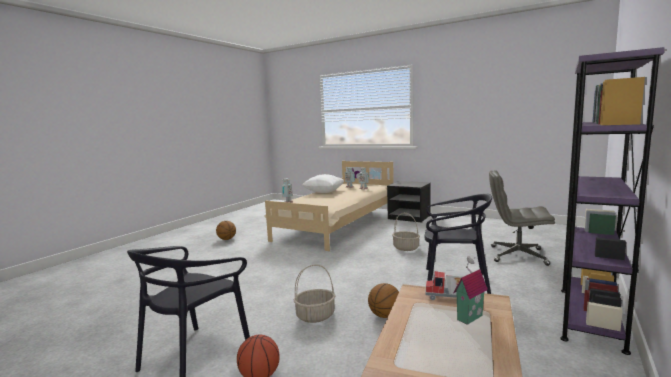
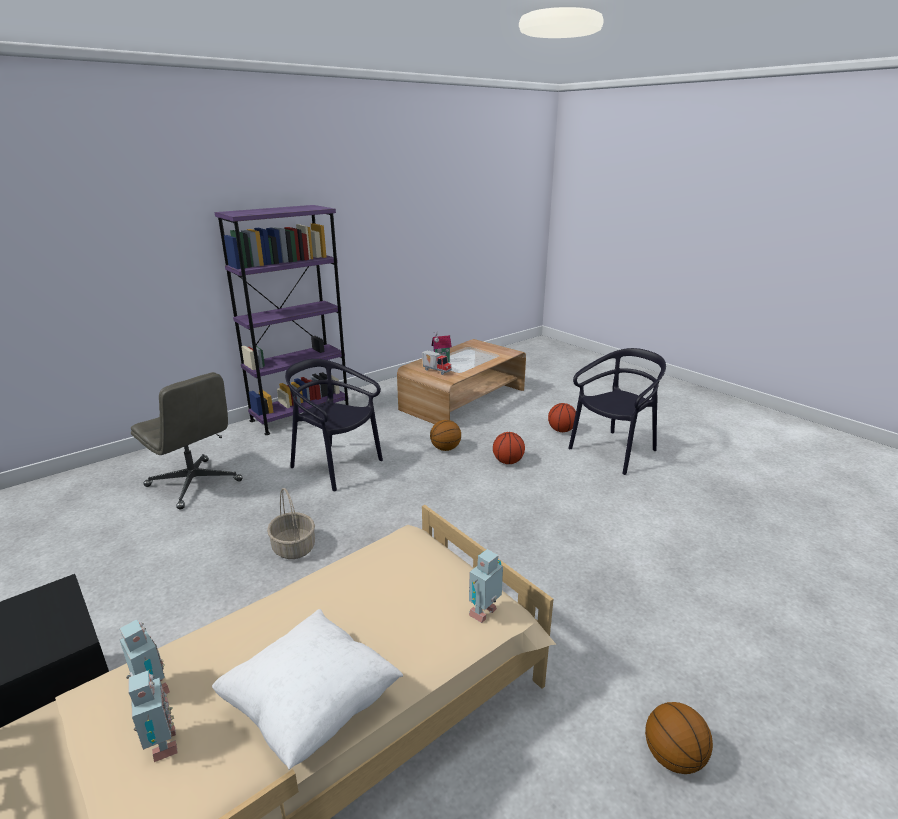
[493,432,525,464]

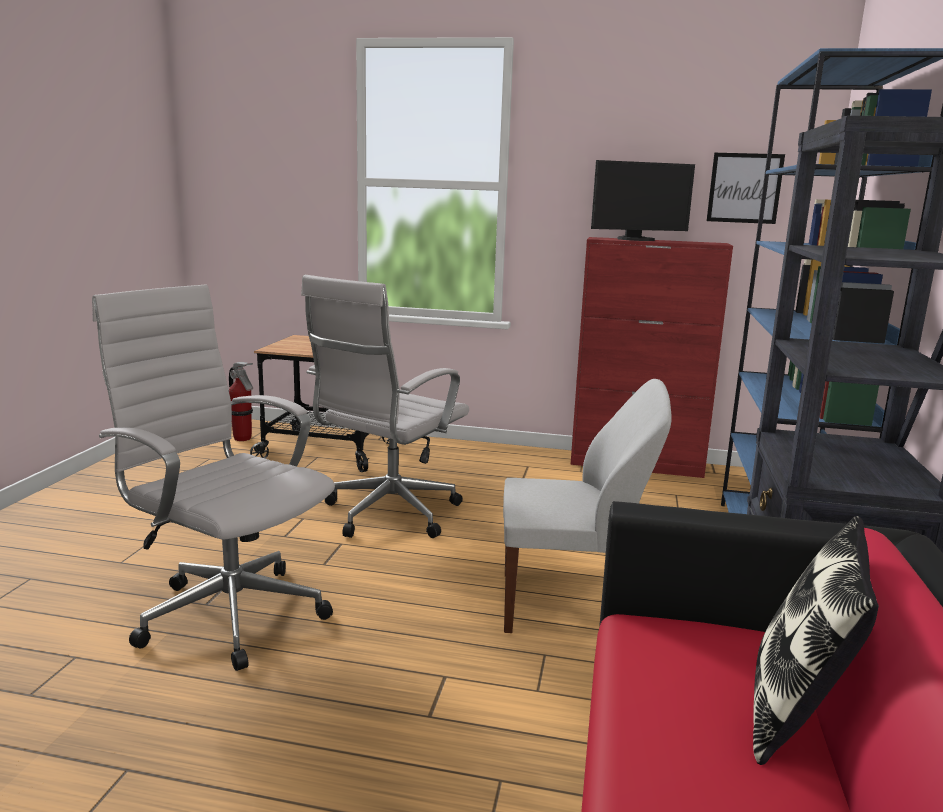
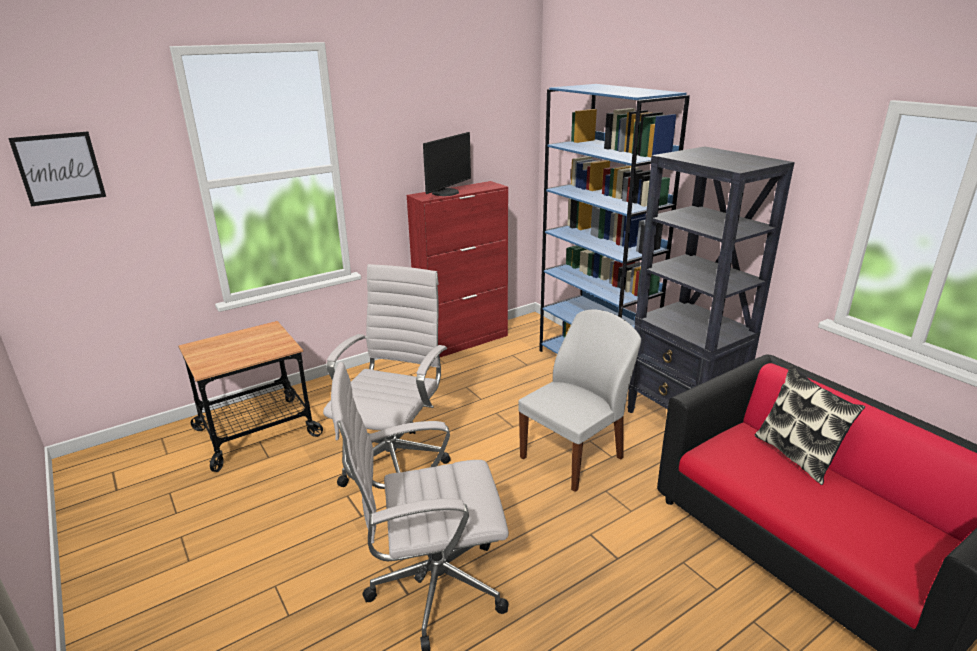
[229,362,253,441] (first image)
[323,264,451,487]
[8,131,106,207]

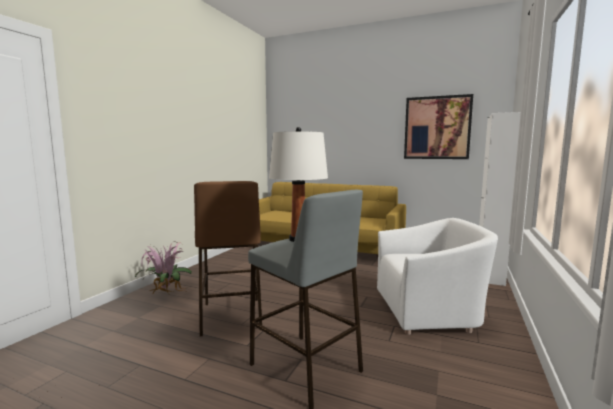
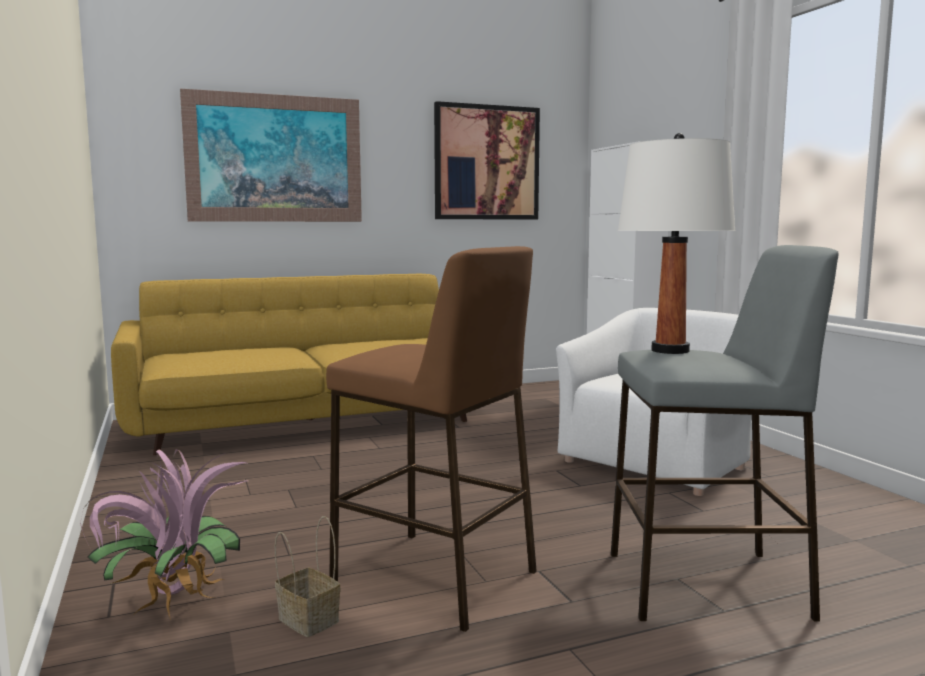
[180,89,362,222]
[275,516,340,637]

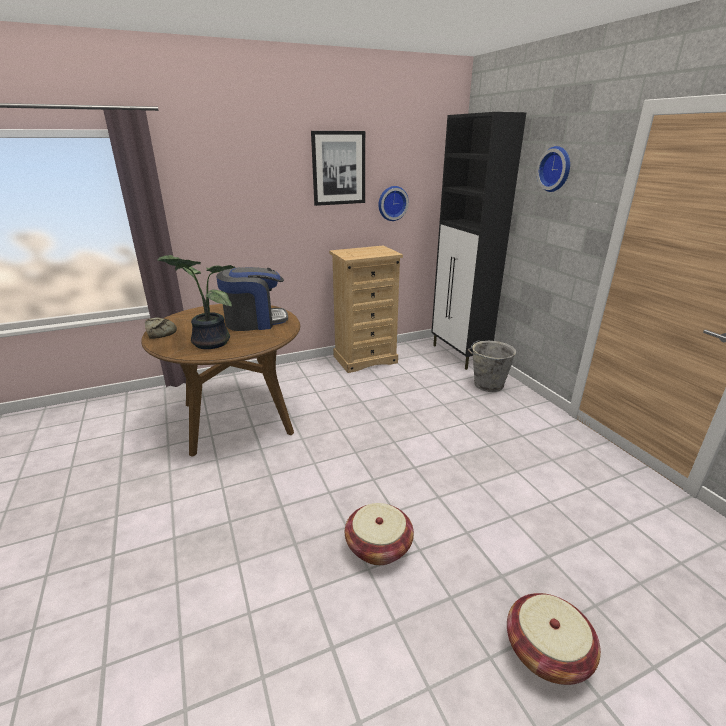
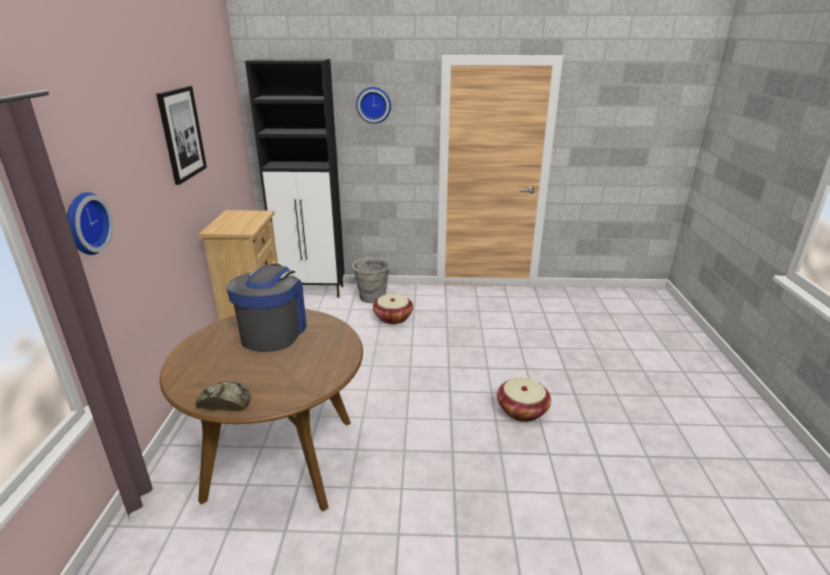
[158,255,237,349] (first image)
[67,192,113,255]
[373,294,413,324]

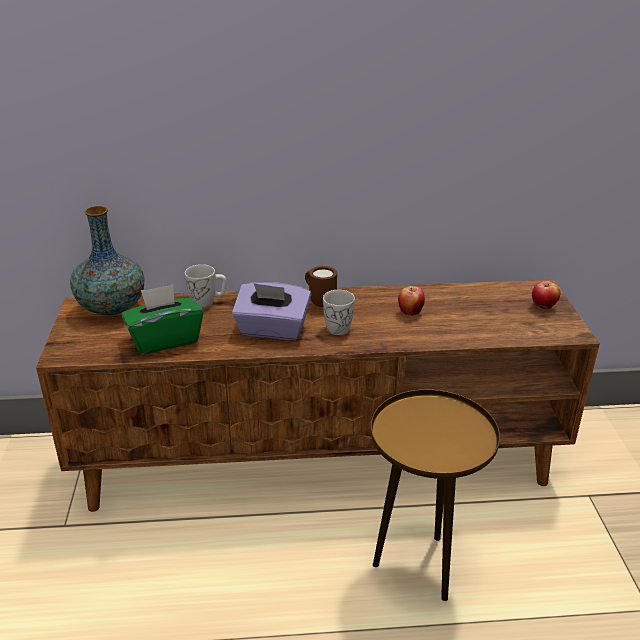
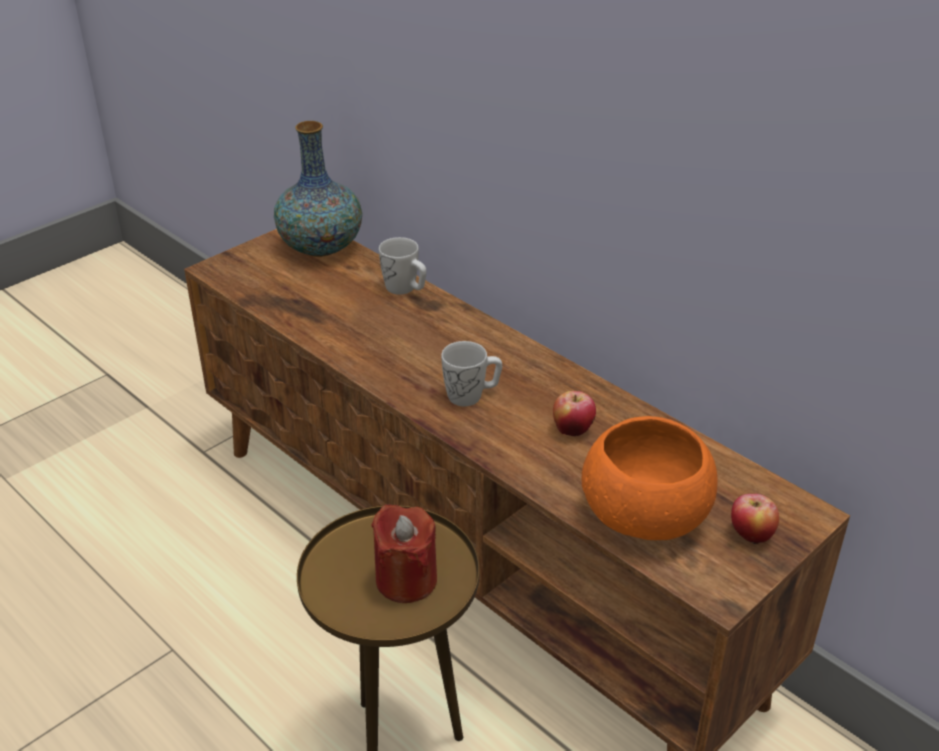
[121,285,203,355] (first image)
[232,282,311,340] (first image)
[305,266,337,307] (first image)
[371,504,437,603]
[582,416,717,540]

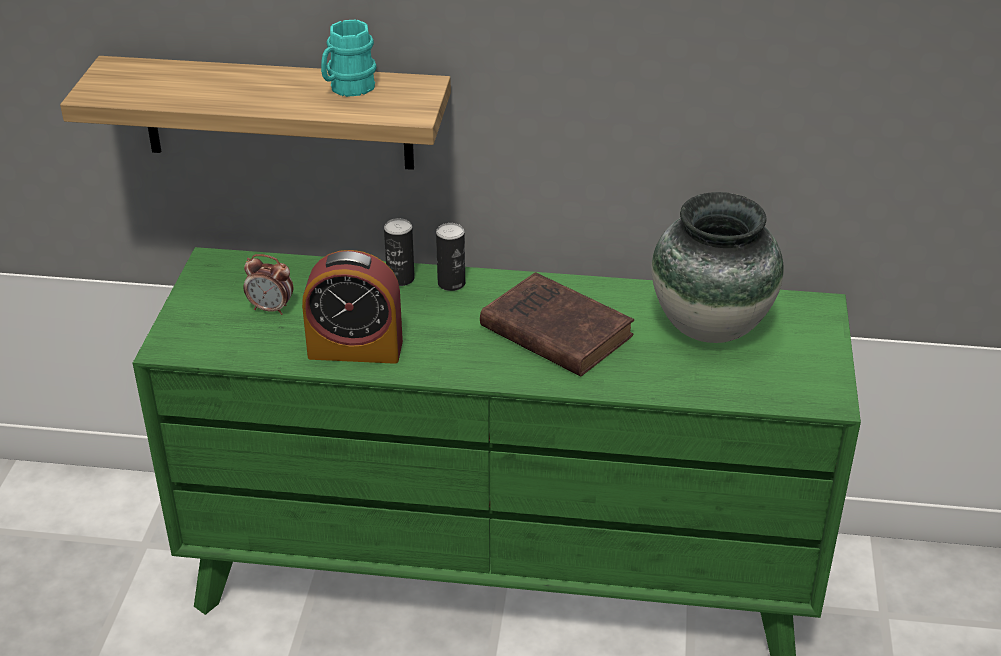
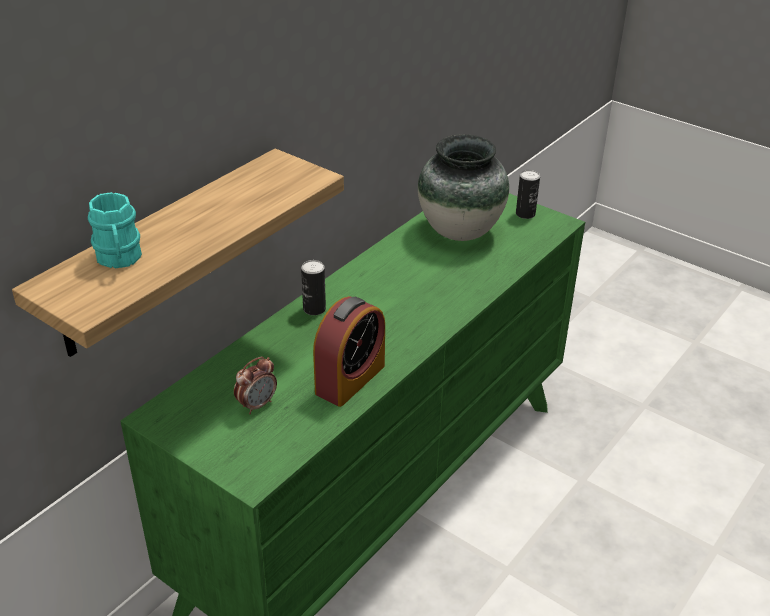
[88,192,142,268]
[516,170,540,219]
[480,272,634,377] (first image)

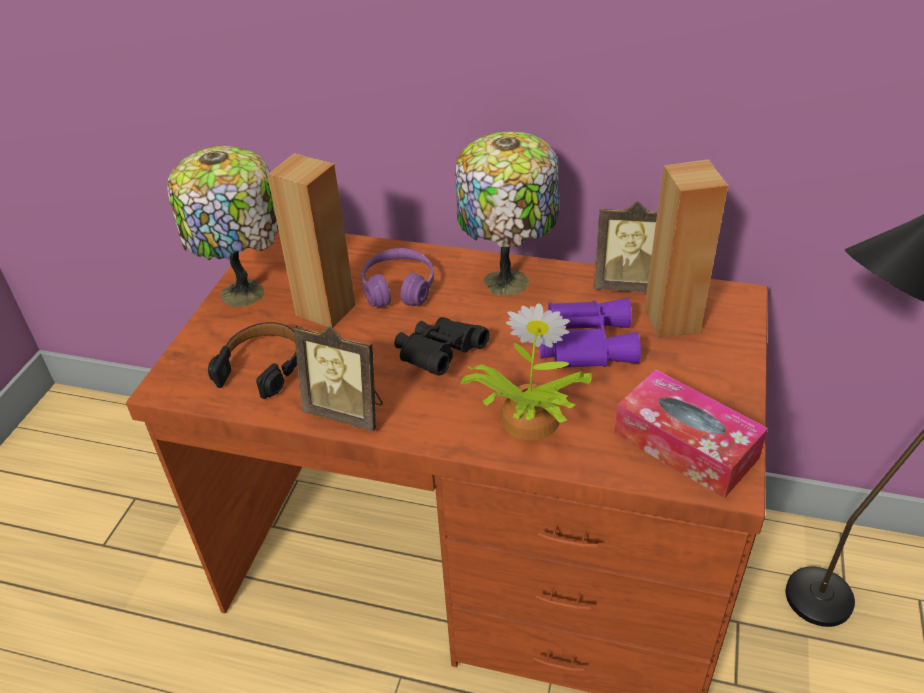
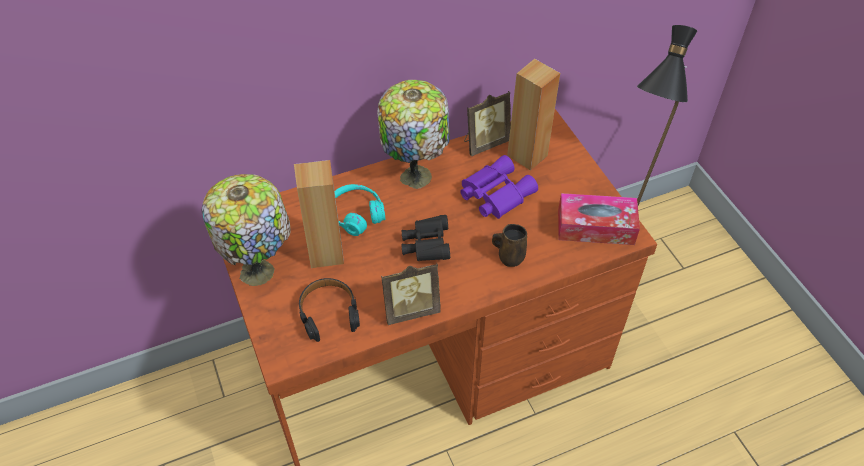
[335,184,385,236]
[492,224,527,267]

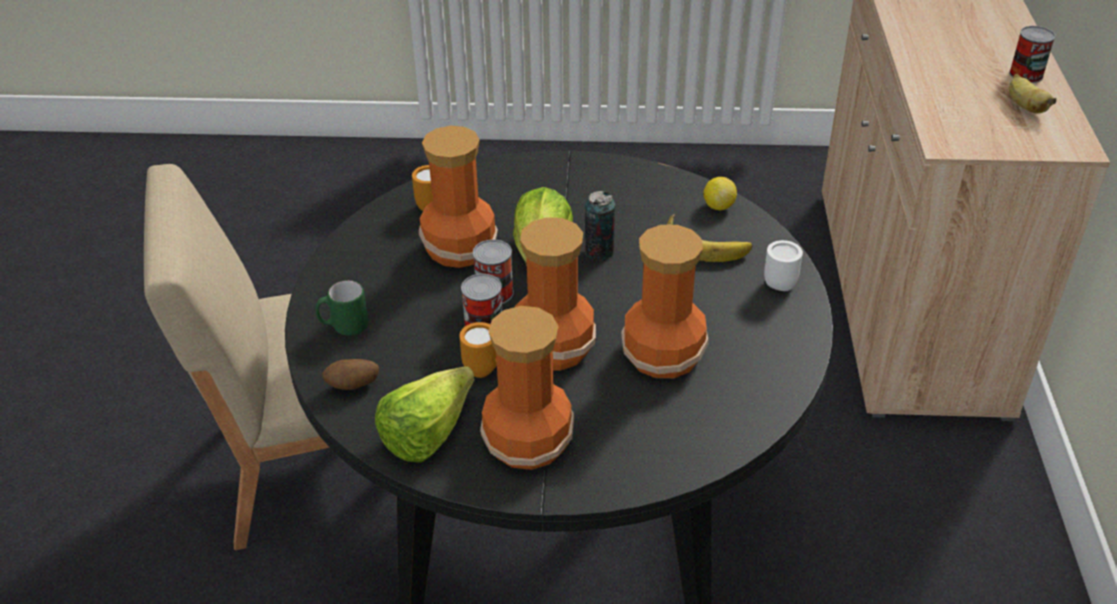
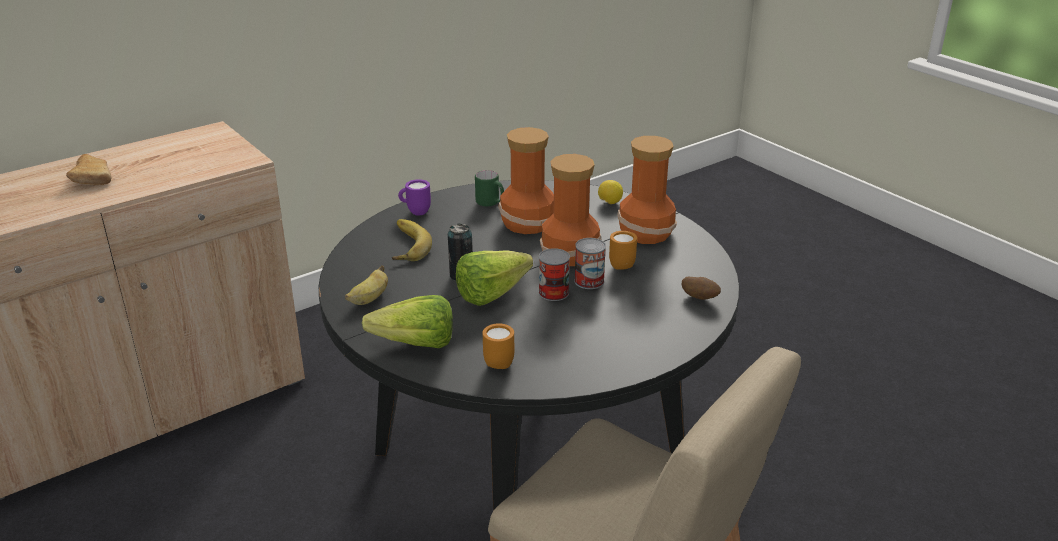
[475,170,504,206]
[362,295,453,348]
[419,126,498,268] (first image)
[598,180,623,204]
[398,179,431,216]
[1009,26,1055,83] (first image)
[345,265,388,305]
[66,154,111,185]

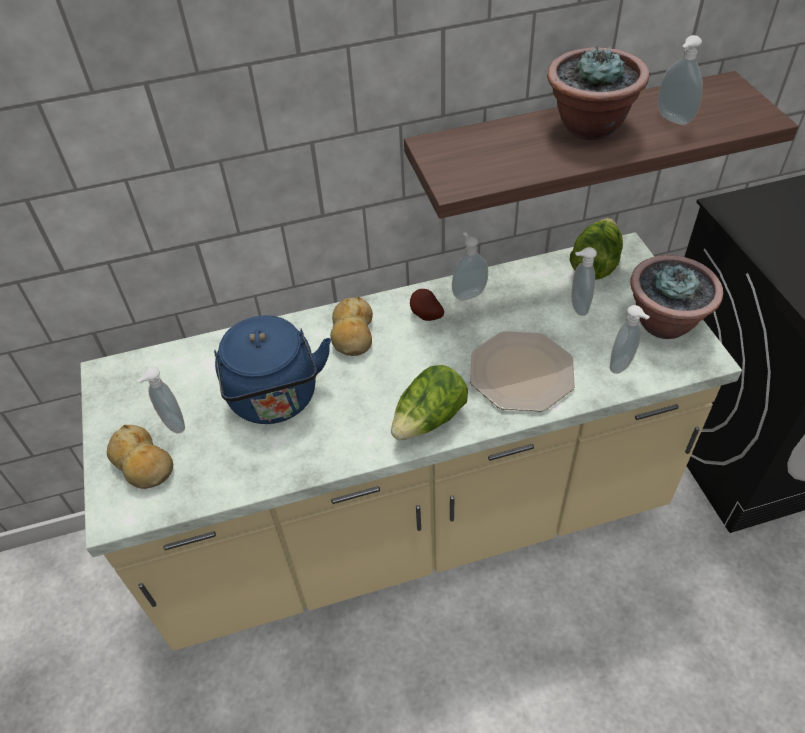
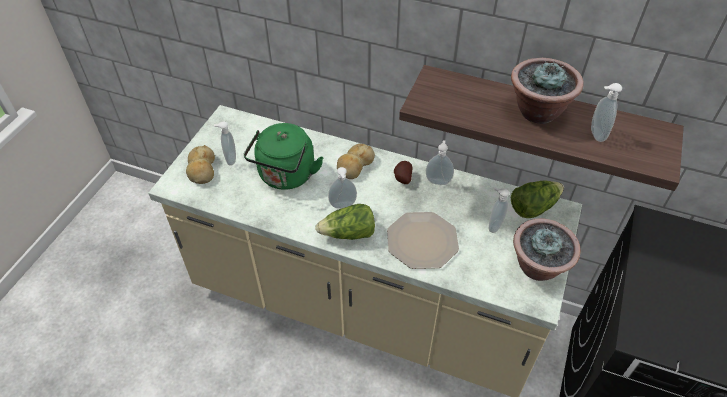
[244,123,324,190]
[328,167,357,208]

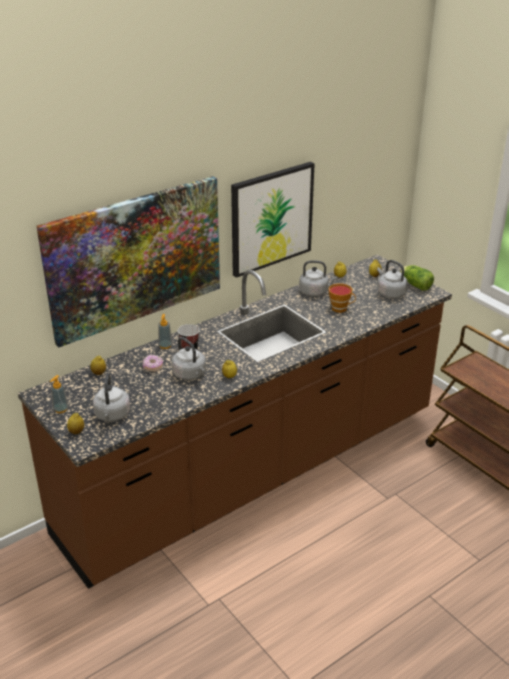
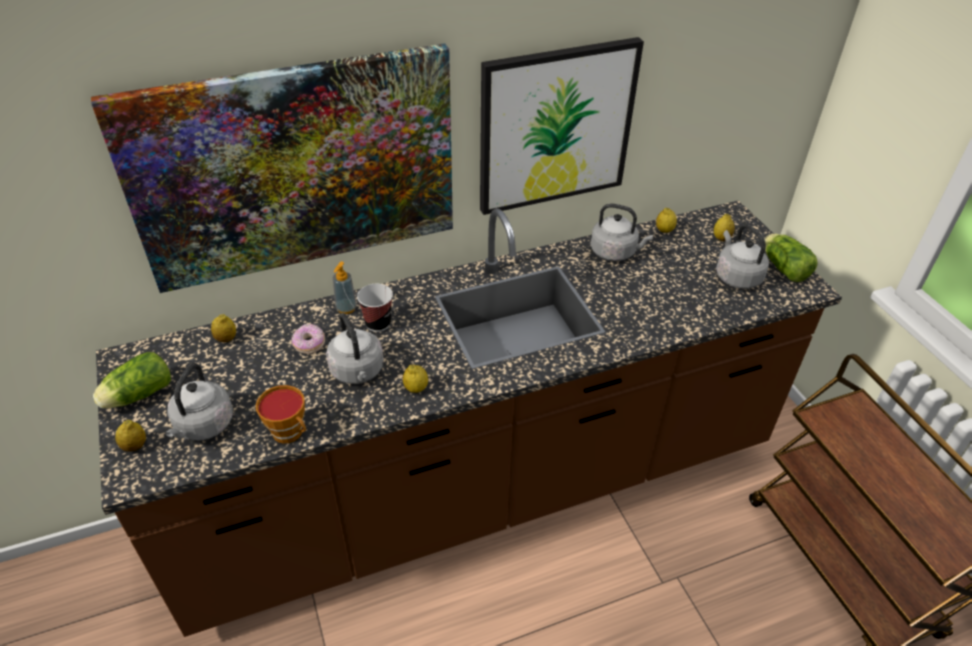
[93,352,171,409]
[256,385,306,444]

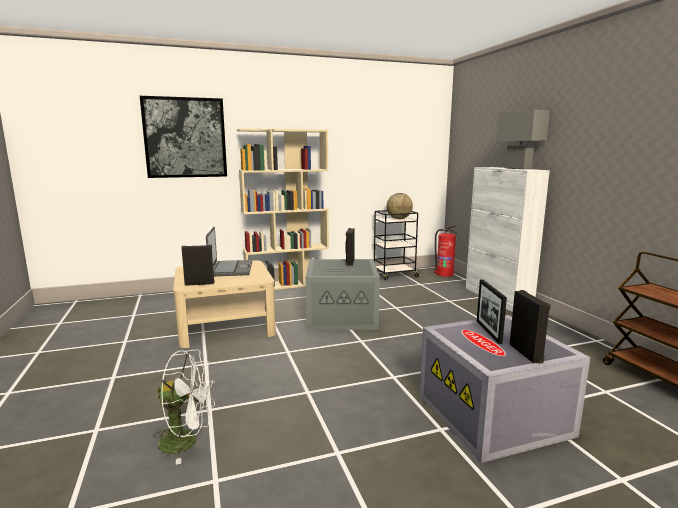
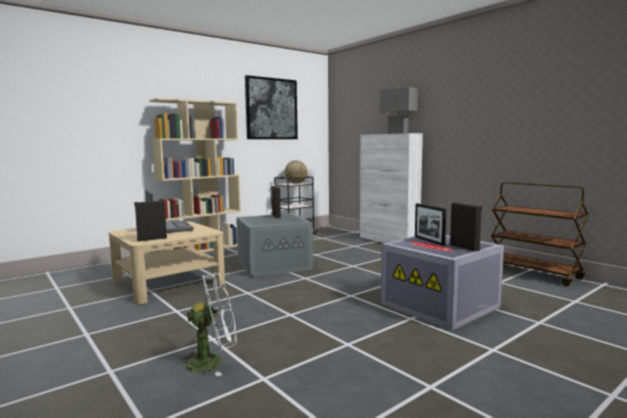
[245,75,298,139]
[434,226,457,277] (first image)

